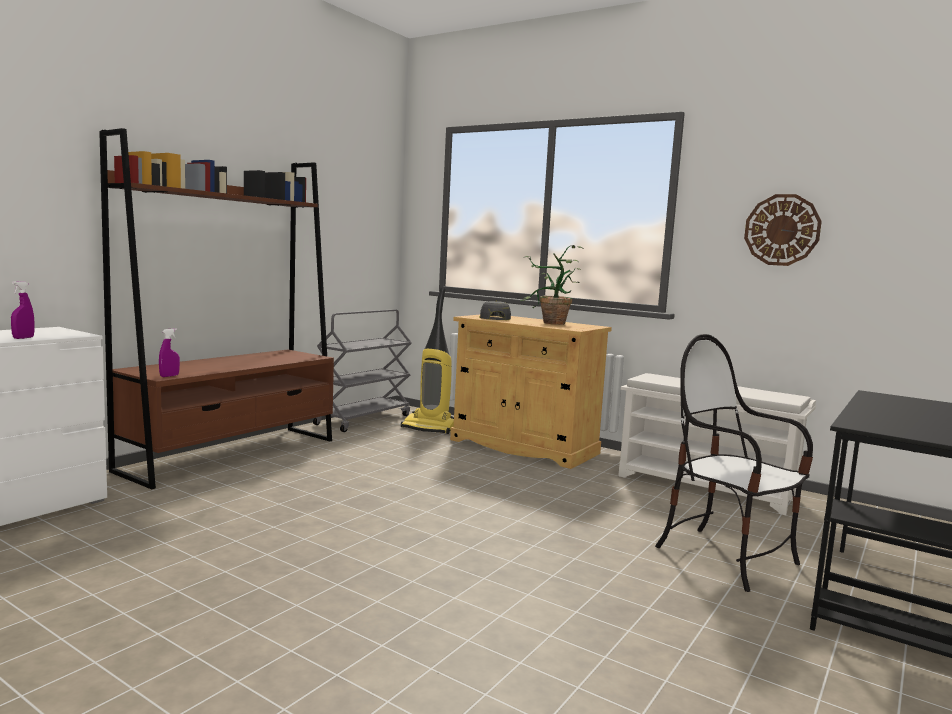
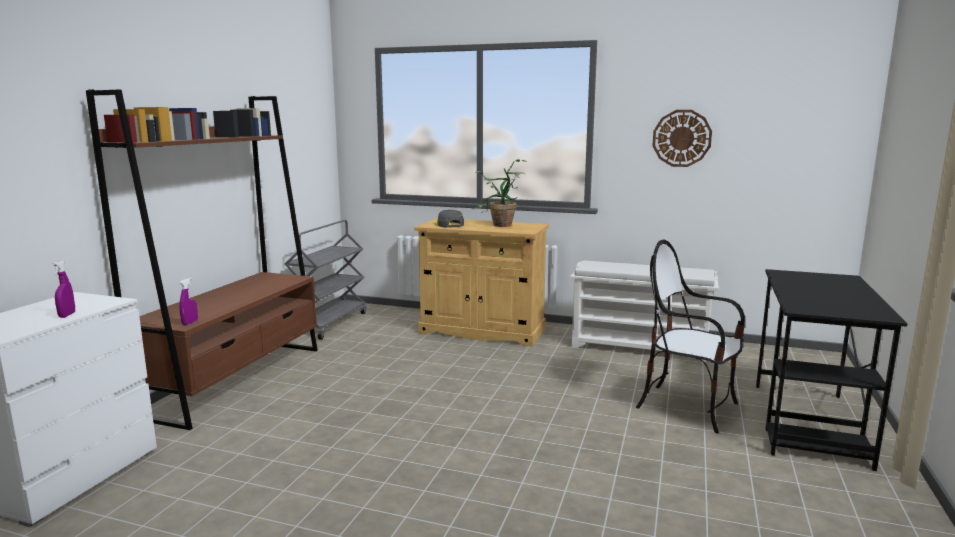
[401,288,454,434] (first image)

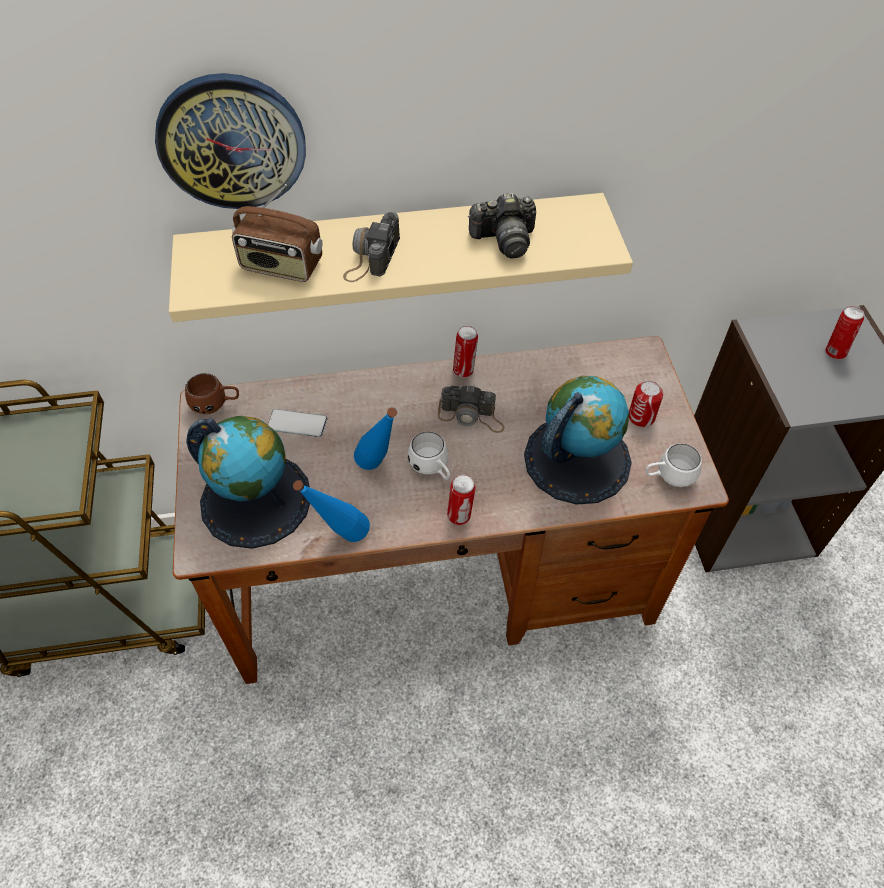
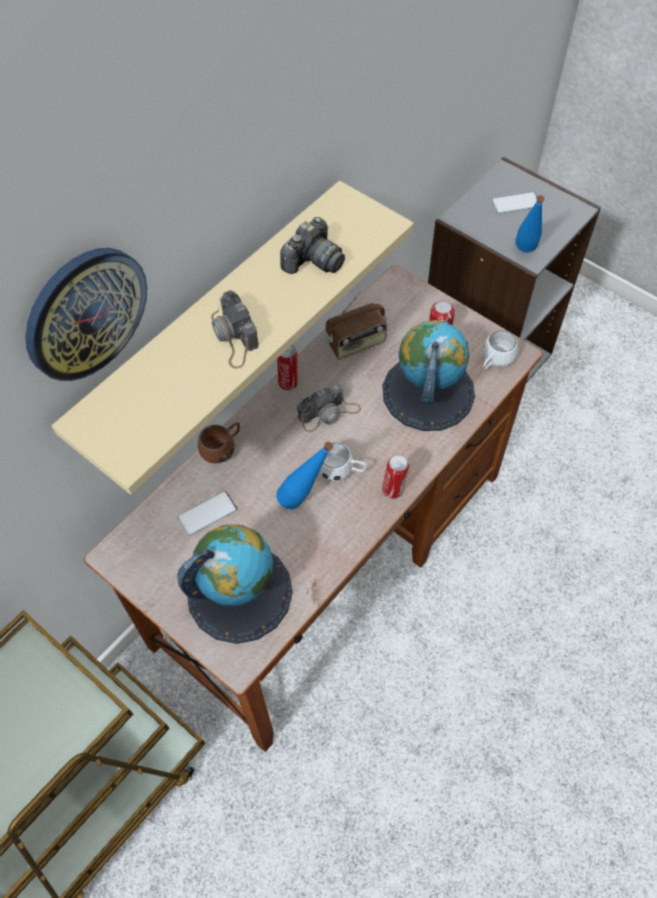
[198,422,240,463]
[324,290,387,360]
[516,195,544,252]
[492,192,537,214]

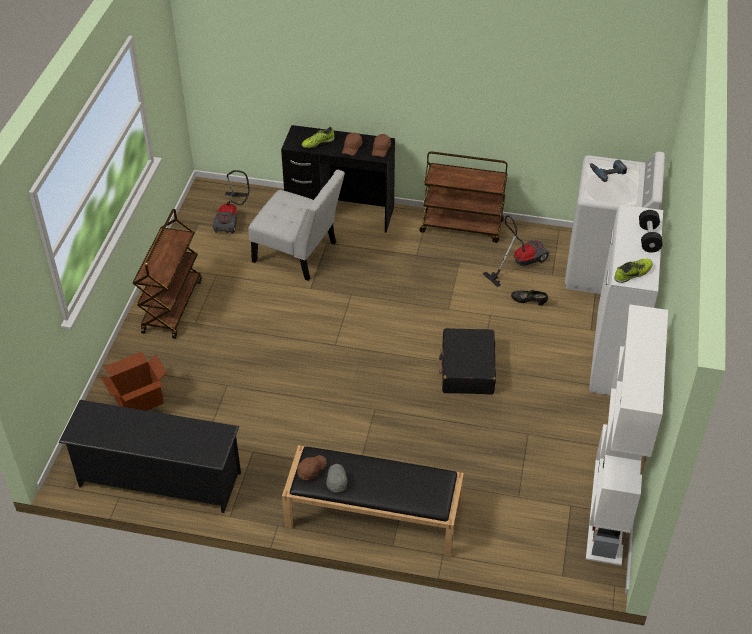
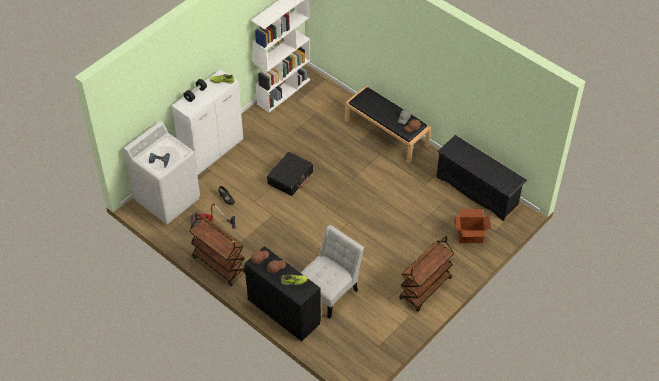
[213,170,250,234] (first image)
[301,225,364,319]

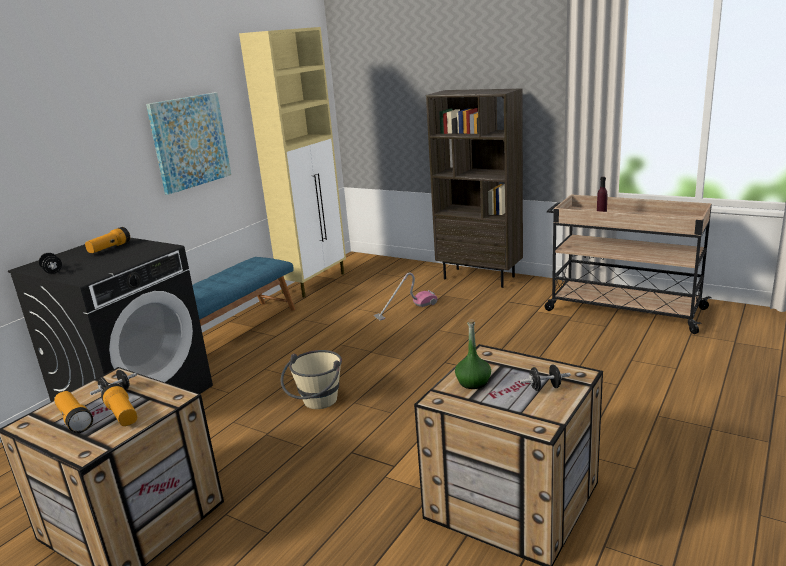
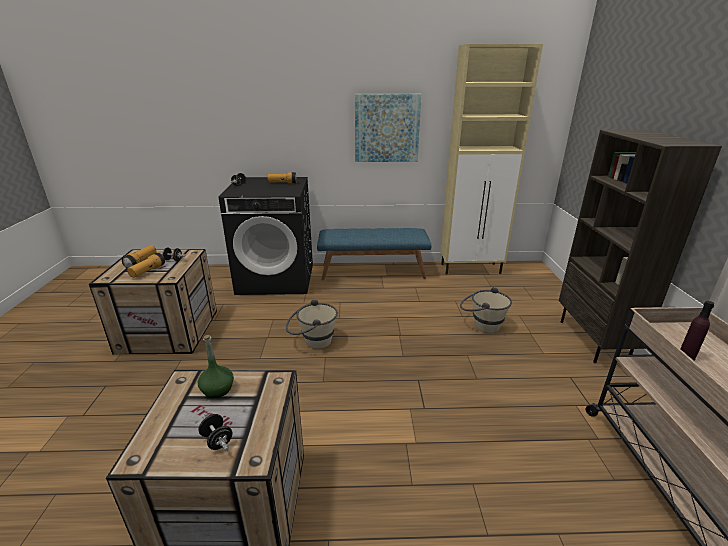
[460,287,512,333]

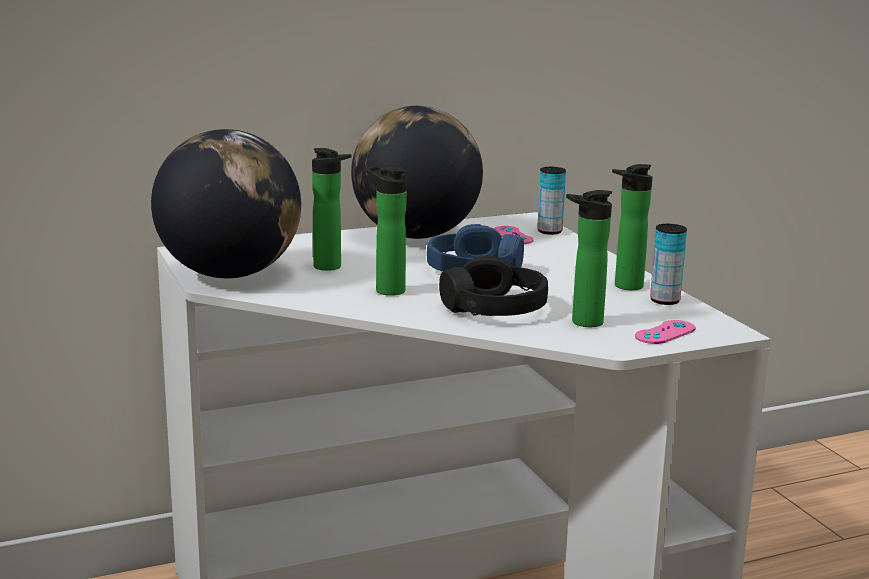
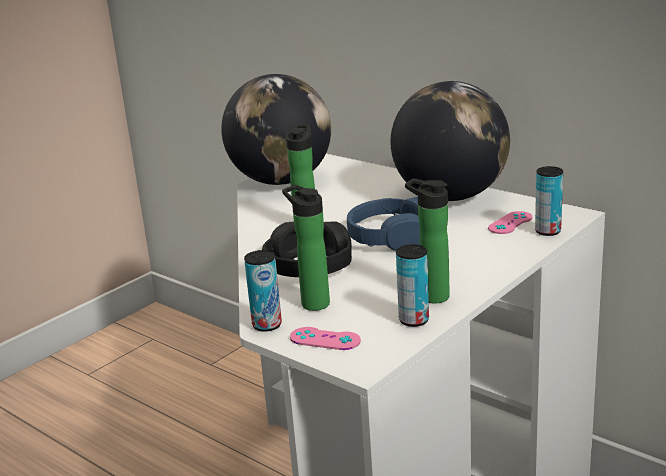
[312,148,351,271] (first image)
[244,250,282,332]

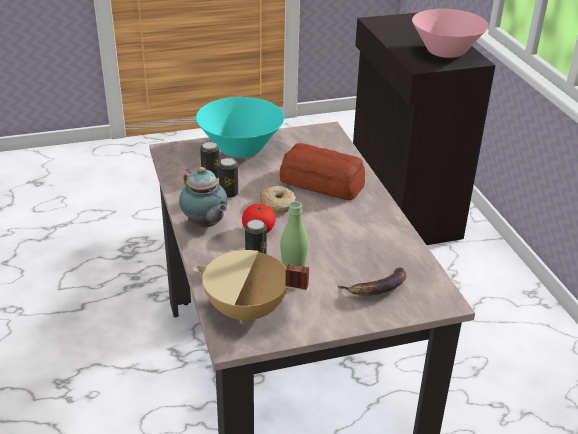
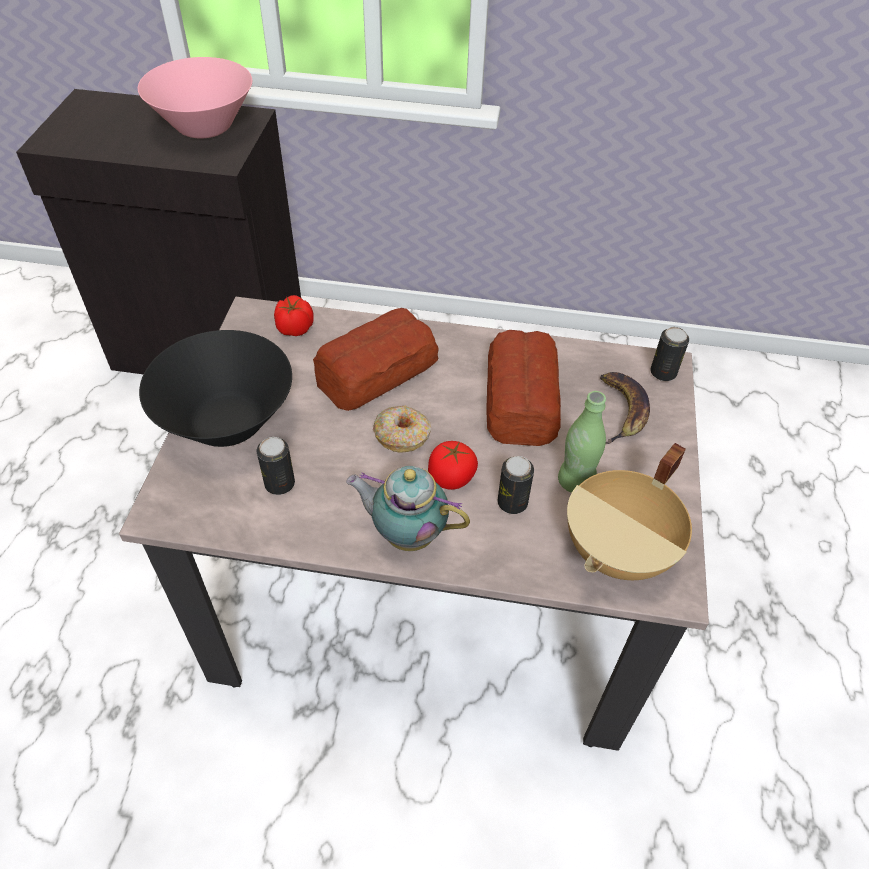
[346,466,470,551]
[139,330,292,447]
[650,327,689,381]
[274,295,314,336]
[486,330,561,446]

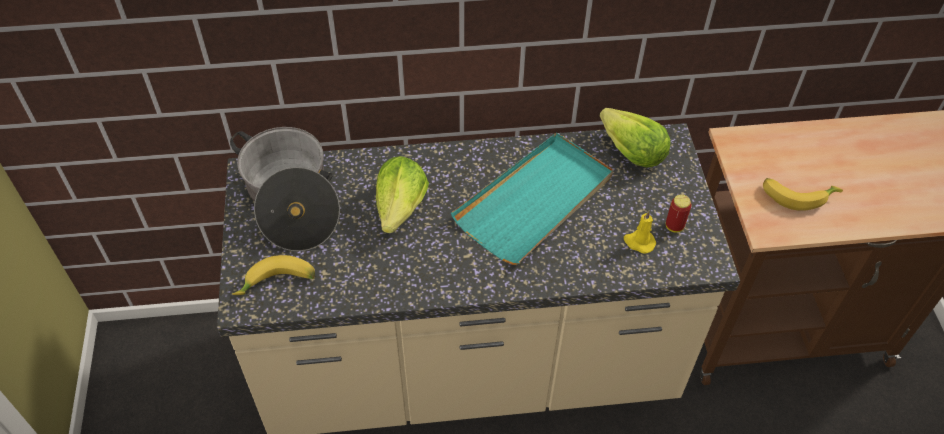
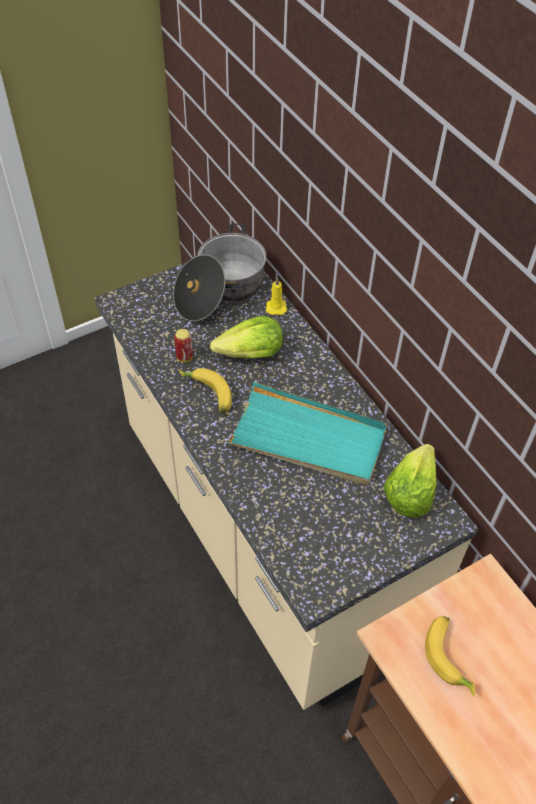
[178,368,232,413]
[266,277,287,315]
[174,329,193,362]

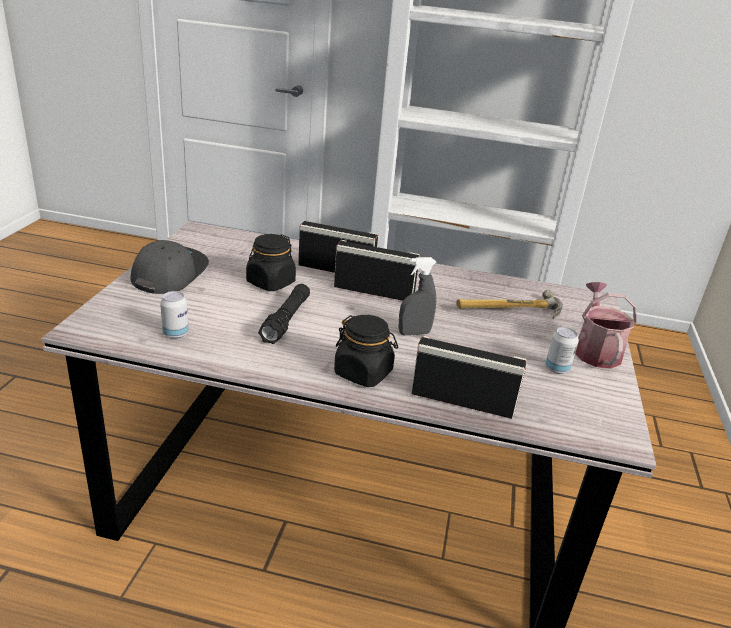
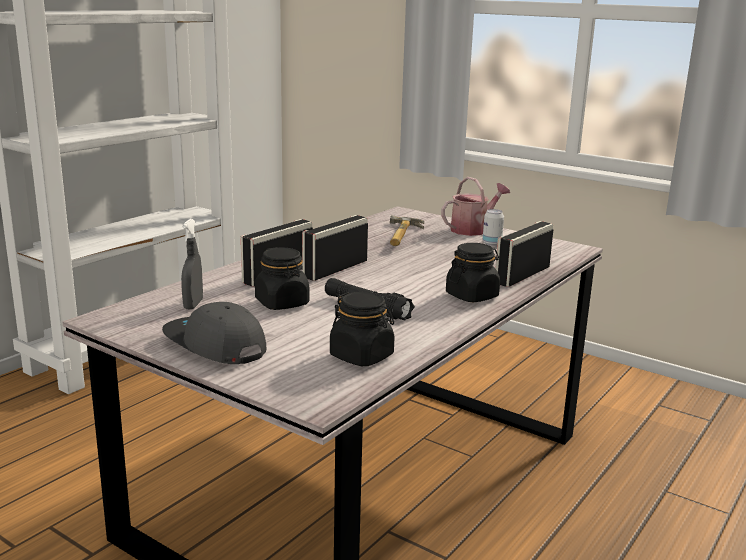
[330,292,395,366]
[181,219,203,310]
[441,177,510,236]

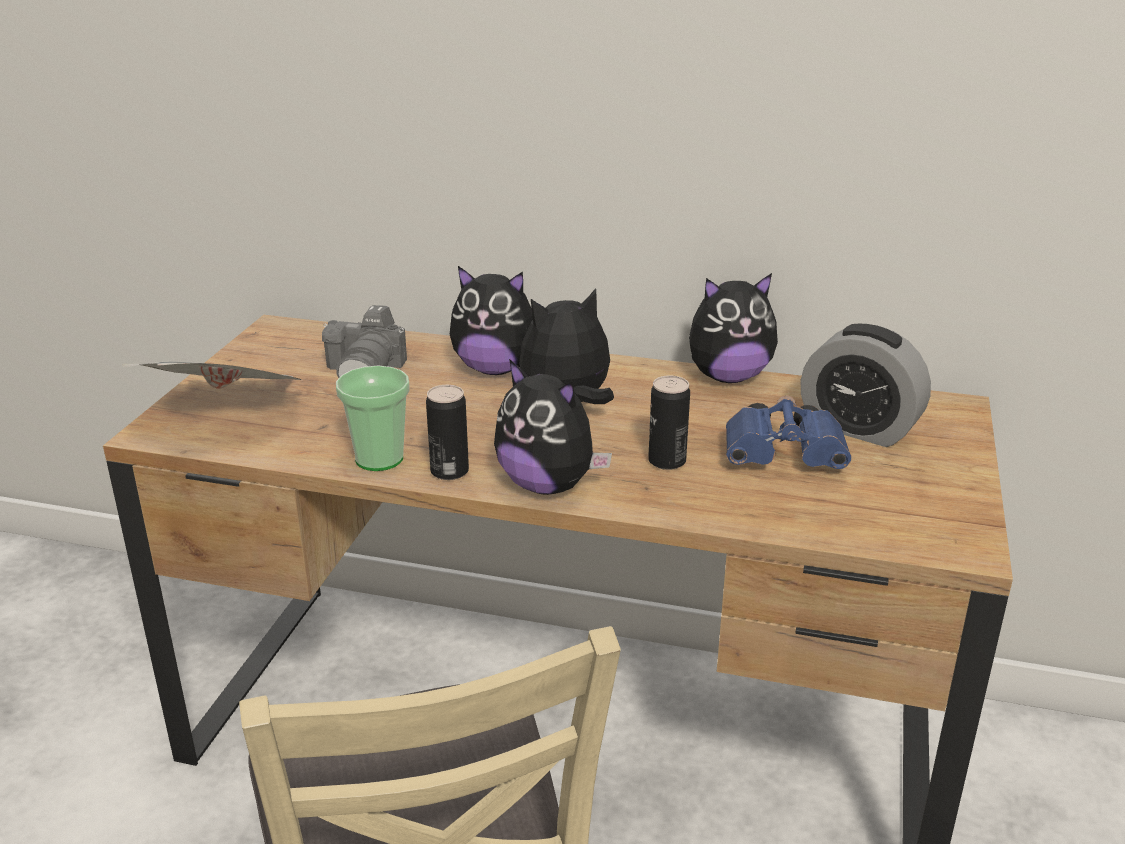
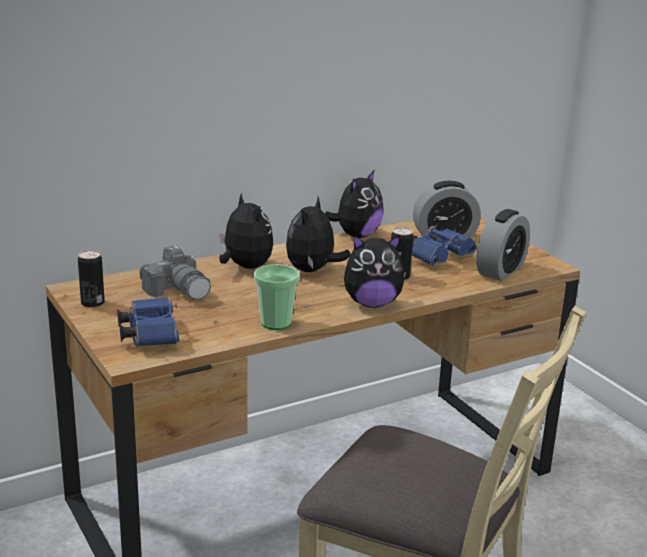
[117,297,179,347]
[78,250,105,308]
[219,193,273,269]
[476,209,530,281]

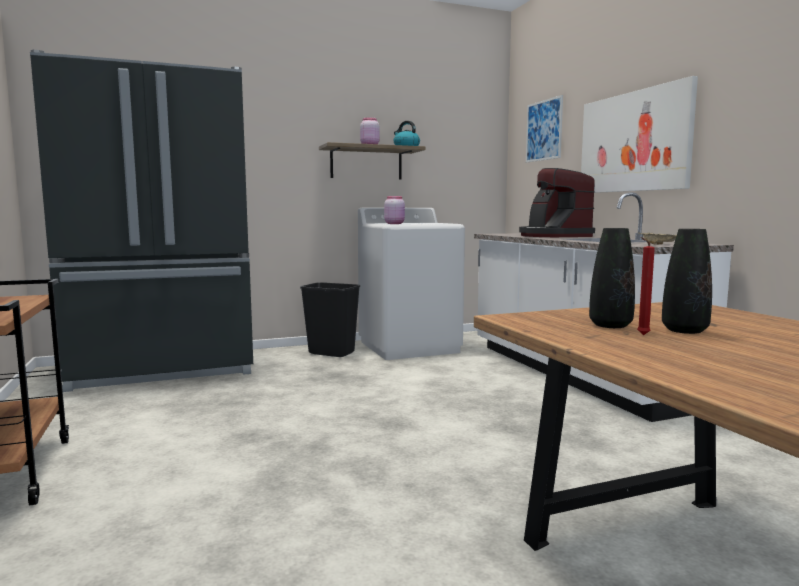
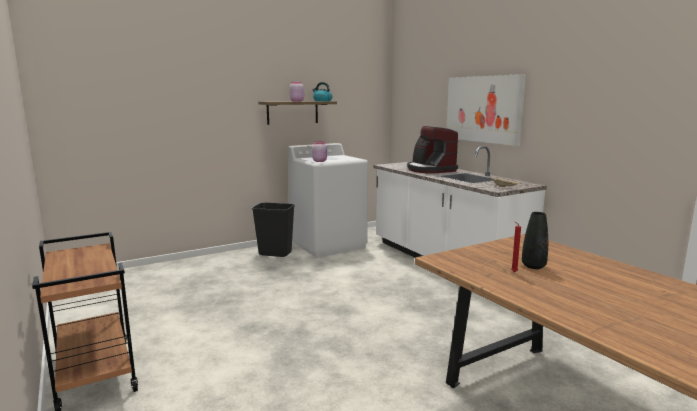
[30,50,253,392] (first image)
[526,95,563,162] (first image)
[589,228,635,328] (first image)

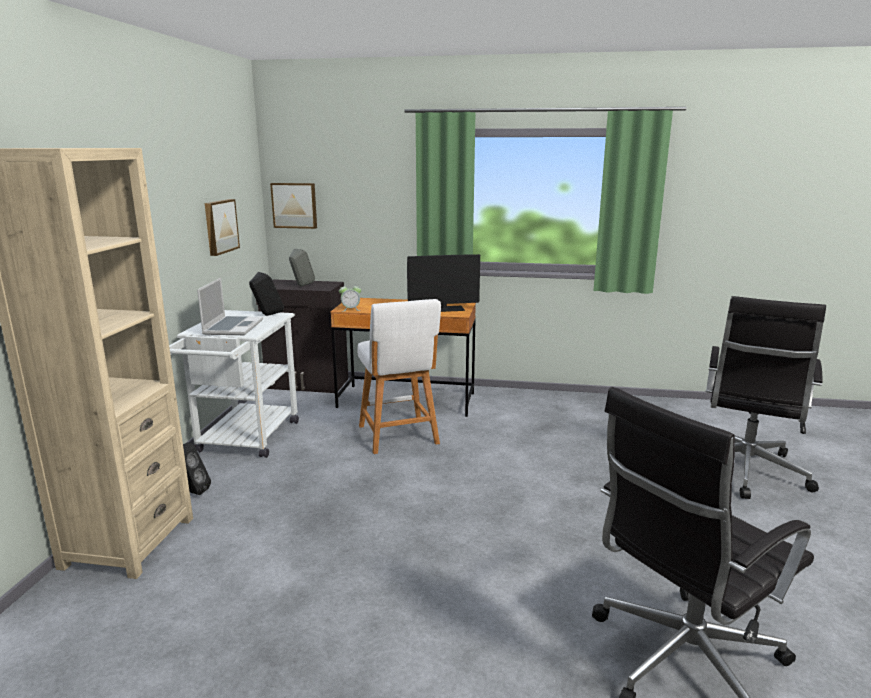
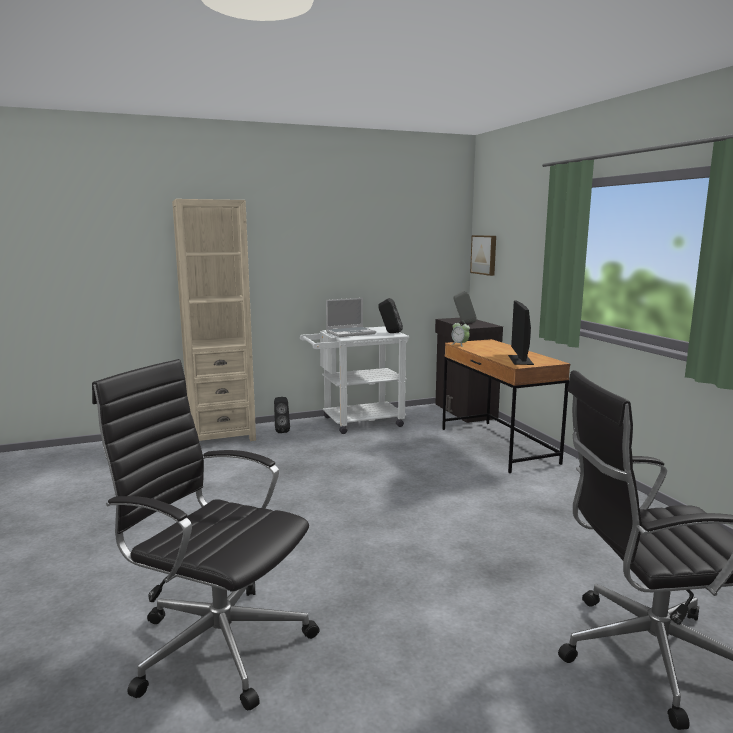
[205,199,240,256] (first image)
[358,299,441,454] (first image)
[508,301,534,365]

